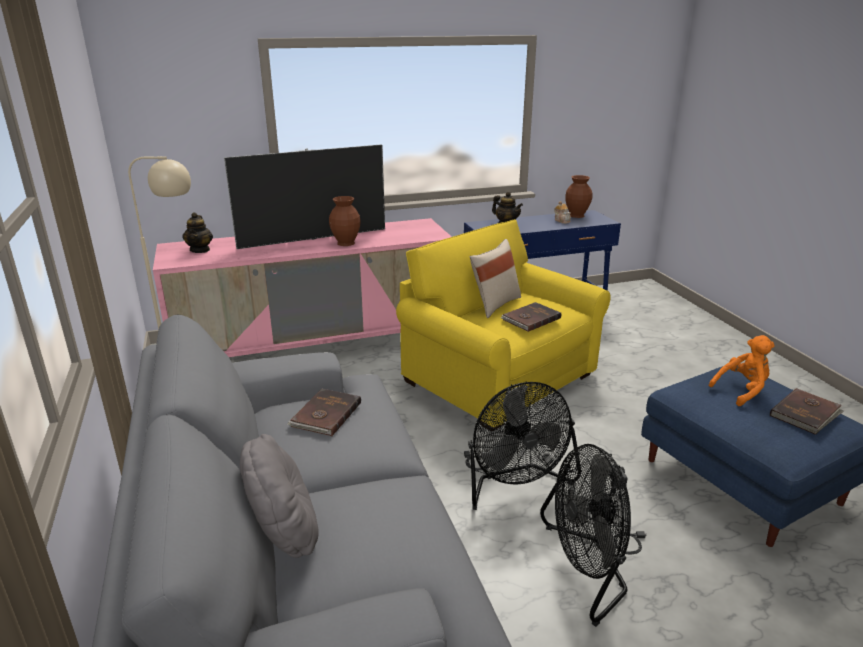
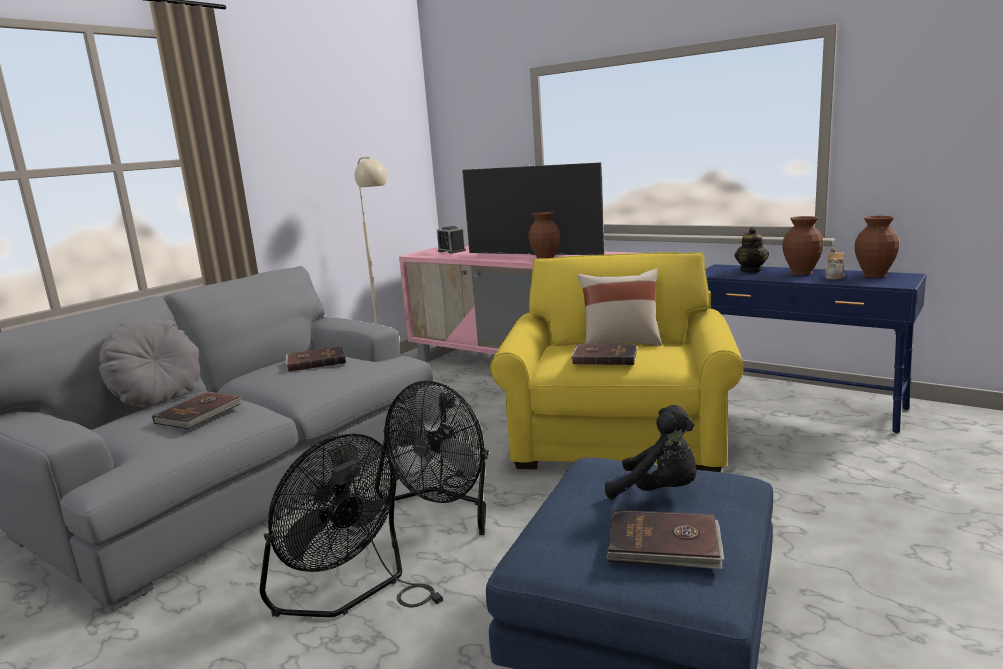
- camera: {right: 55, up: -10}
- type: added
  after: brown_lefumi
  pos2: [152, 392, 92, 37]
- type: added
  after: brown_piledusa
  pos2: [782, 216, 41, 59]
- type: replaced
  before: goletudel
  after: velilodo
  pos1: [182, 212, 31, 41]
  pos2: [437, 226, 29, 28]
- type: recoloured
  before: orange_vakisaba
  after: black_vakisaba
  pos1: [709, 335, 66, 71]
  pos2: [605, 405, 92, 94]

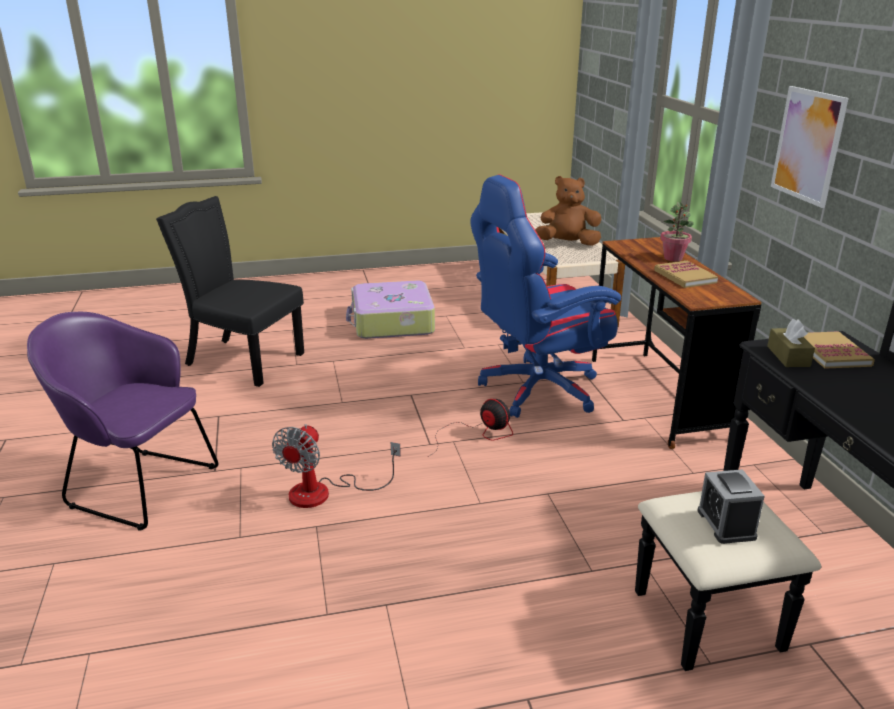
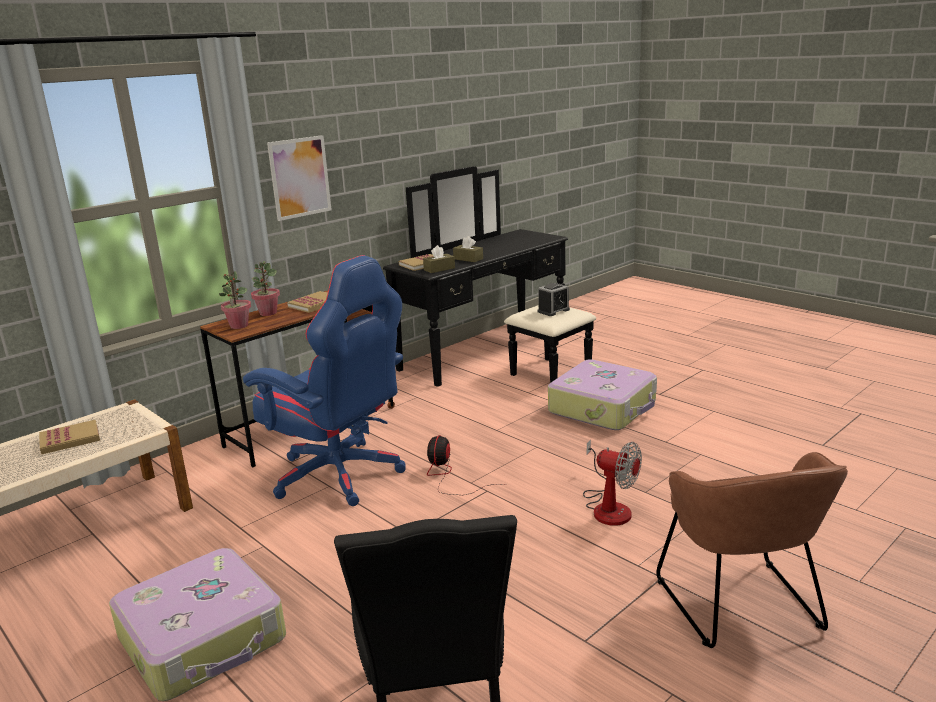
- camera: {right: -120, up: -5}
- type: added
  after: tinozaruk
  pos2: [219, 271, 32, 58]
- type: added
  after: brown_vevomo
  pos2: [453, 236, 30, 26]
- type: added
  after: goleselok
  pos2: [548, 359, 109, 71]
- type: replaced
  before: brown_vakisaba
  after: lefumi
  pos1: [535, 176, 67, 70]
  pos2: [39, 420, 61, 34]
- type: recoloured
  before: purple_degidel
  after: brown_degidel
  pos1: [27, 312, 191, 219]
  pos2: [656, 452, 192, 196]
- type: turned
  before: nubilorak
  pos1: [272, 424, 129, 84]
  pos2: [583, 439, 59, 87]
  turn: 45

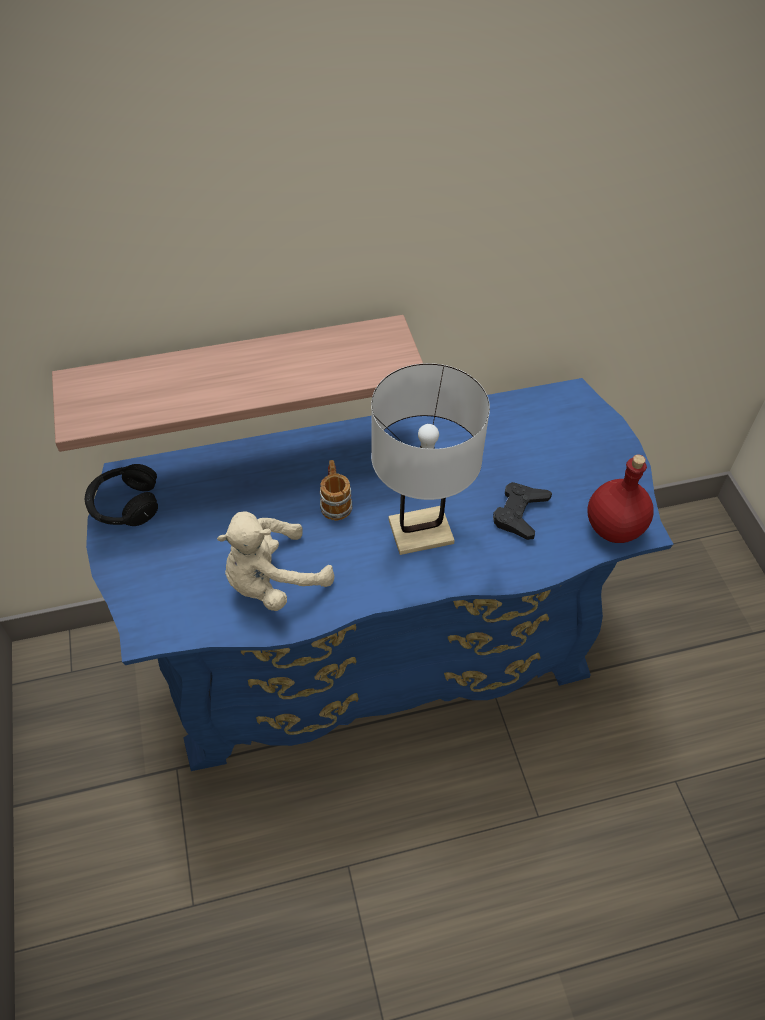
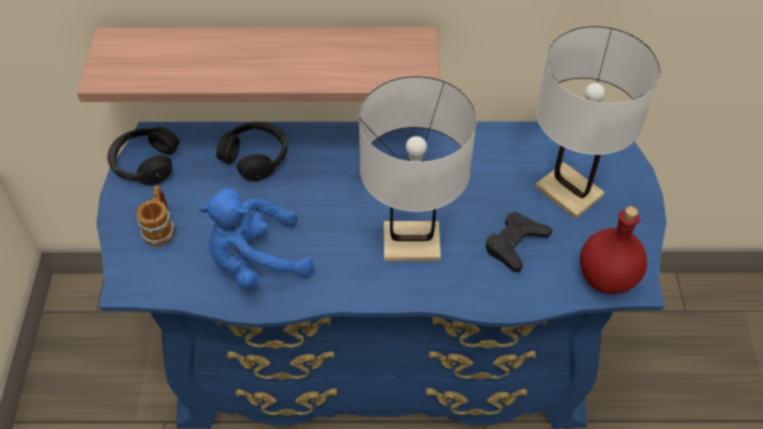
- camera: {right: 15, up: 0}
- type: added
  after: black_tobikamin
  pos2: [216, 122, 72, 59]
- type: added
  after: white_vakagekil
  pos2: [535, 26, 125, 193]
- type: moved
  before: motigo
  pos1: [320, 460, 32, 61]
  pos2: [136, 186, 39, 61]
- type: recoloured
  before: beige_vakisaba
  after: blue_vakisaba
  pos1: [217, 511, 117, 100]
  pos2: [199, 188, 115, 101]

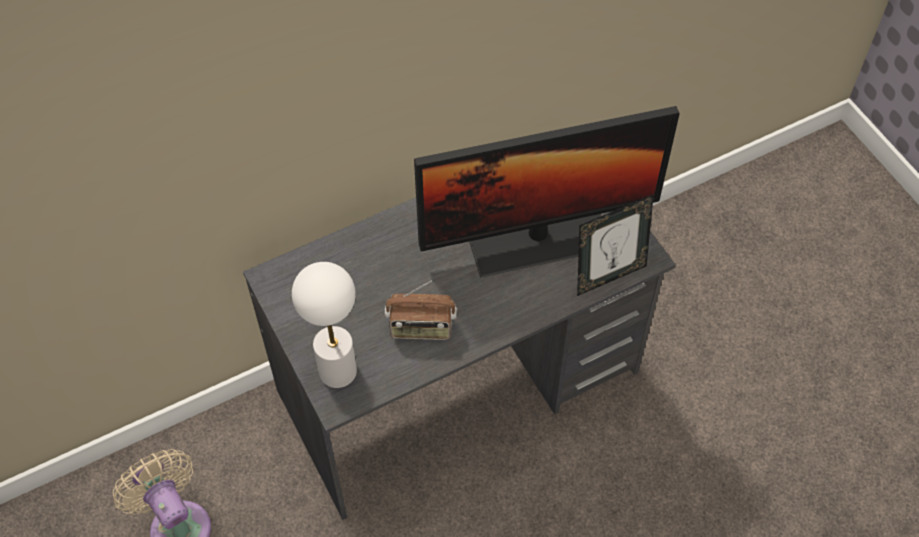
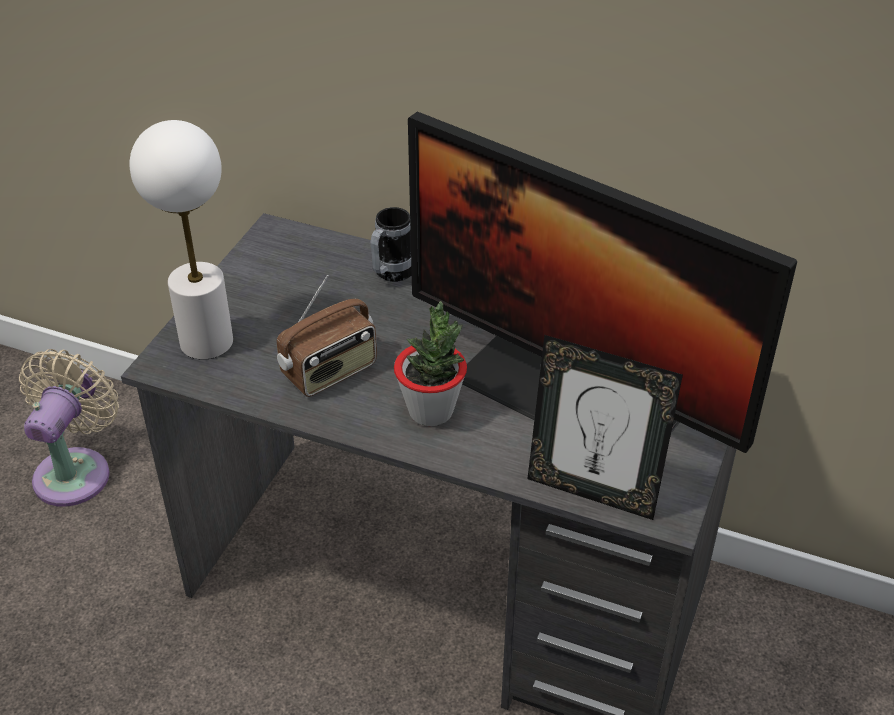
- camera: {right: 50, up: -15}
- type: added
  after: motigo
  pos2: [370, 207, 42, 75]
- type: added
  after: tinozaruk
  pos2: [394, 301, 73, 125]
- type: turned
  before: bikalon
  pos1: [385, 280, 72, 60]
  pos2: [277, 275, 100, 122]
  turn: -90

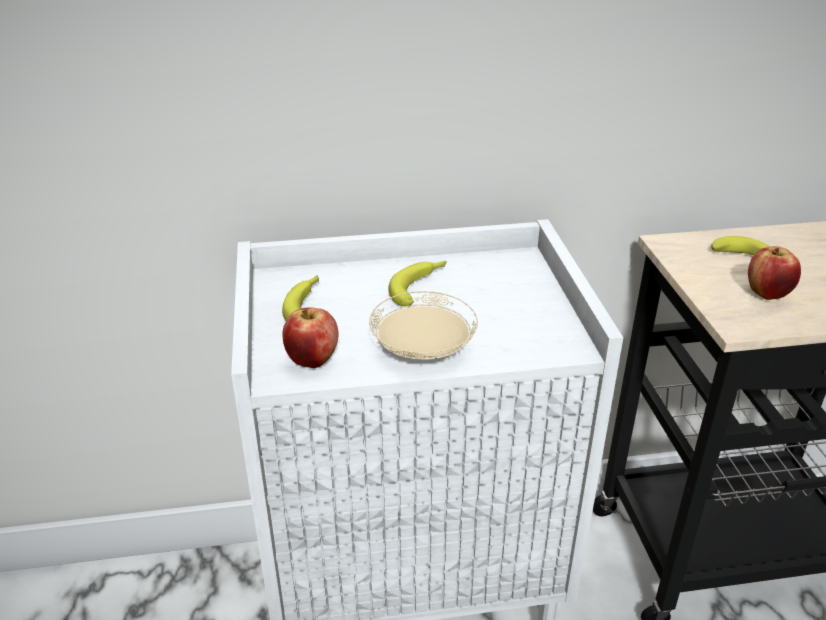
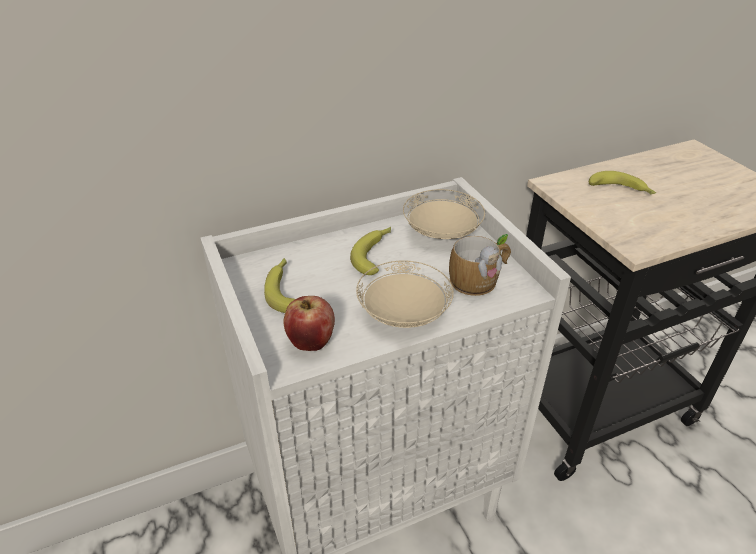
- camera: {right: -15, up: 5}
- type: removed
  before: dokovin
  pos1: [748, 246, 53, 54]
- type: added
  after: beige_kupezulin
  pos2: [403, 189, 82, 50]
- type: added
  after: motigo
  pos2: [449, 234, 62, 62]

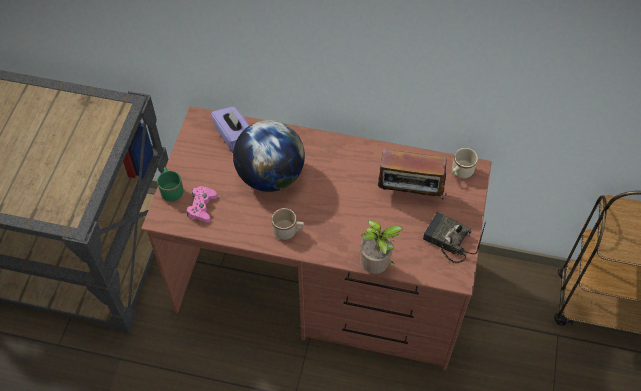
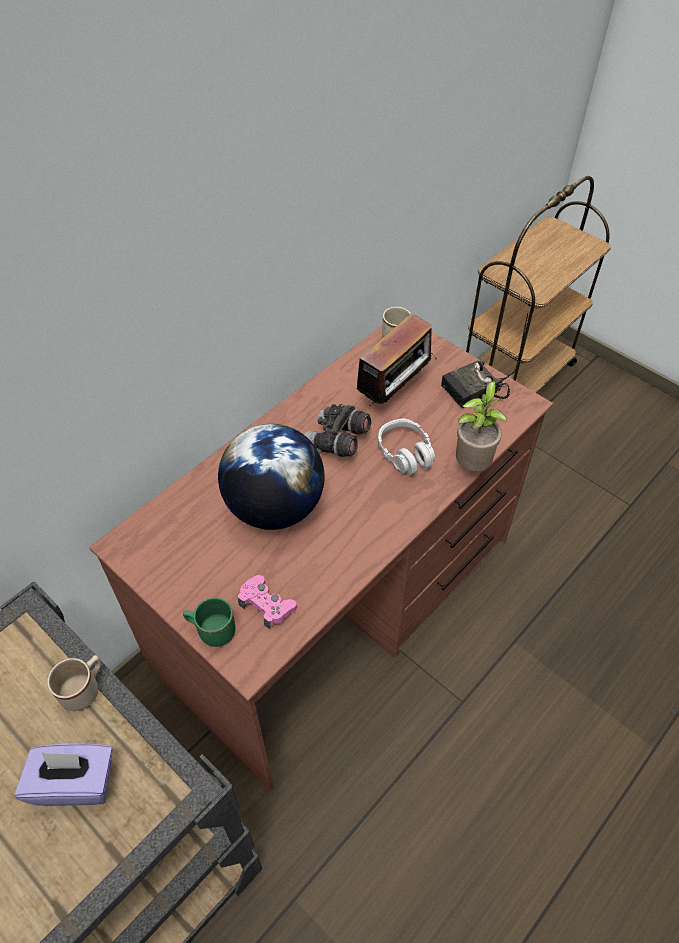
- camera: {right: -60, up: -5}
- type: added
  after: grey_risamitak
  pos2: [305, 404, 66, 53]
- type: added
  after: grey_tobikamin
  pos2: [378, 419, 57, 56]
- type: moved
  before: purple_vevomo
  pos1: [210, 106, 39, 45]
  pos2: [15, 744, 98, 62]
- type: moved
  before: beige_motigo
  pos1: [272, 208, 32, 32]
  pos2: [47, 655, 54, 56]

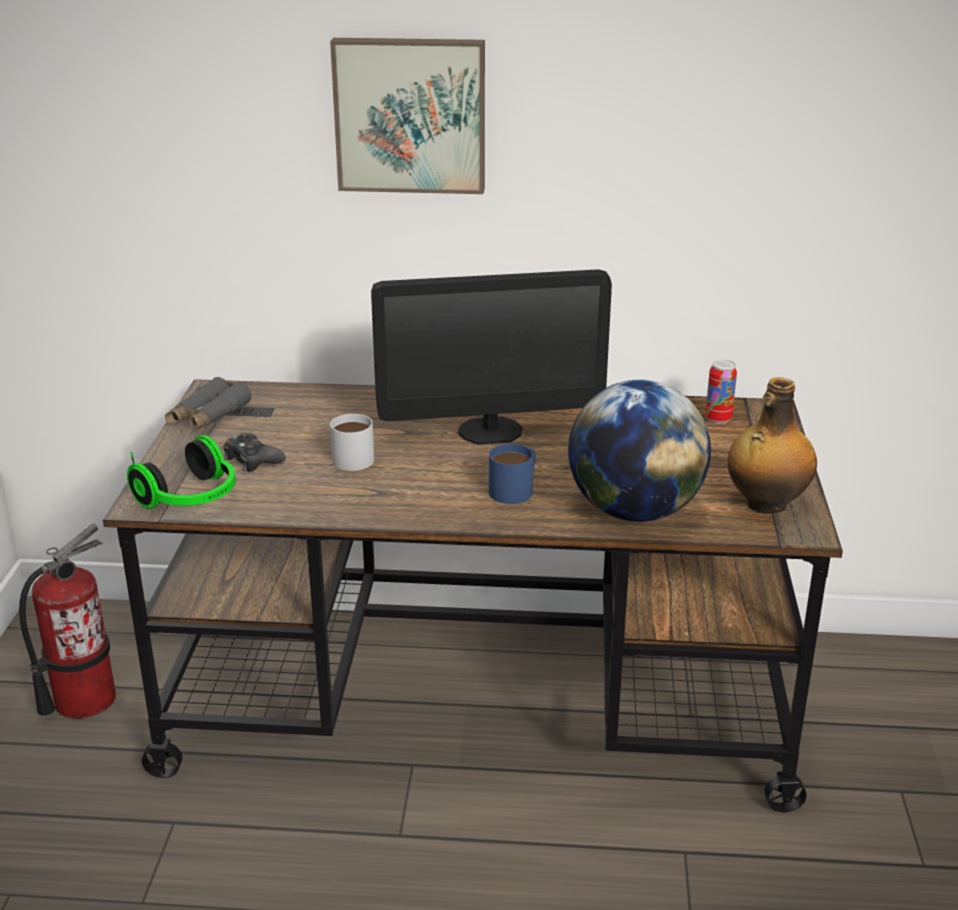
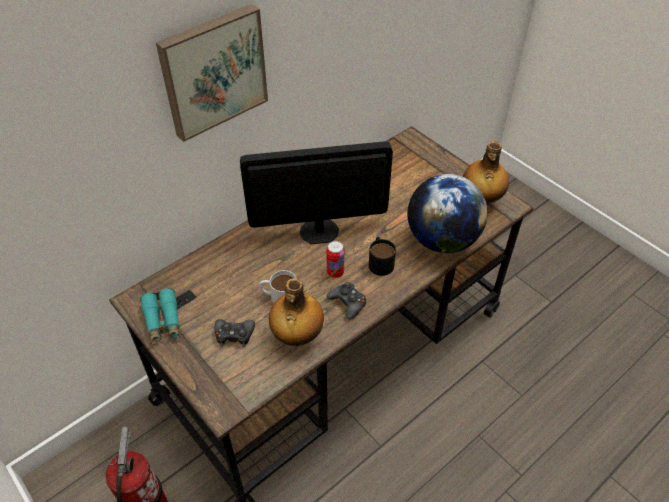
- camera: {right: -45, up: 20}
- type: removed
  before: tobikamin
  pos1: [127, 435, 109, 74]
- type: added
  after: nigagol
  pos2: [269, 278, 55, 68]
- type: added
  after: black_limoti
  pos2: [326, 282, 40, 38]
- type: moved
  before: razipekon
  pos1: [705, 359, 32, 65]
  pos2: [326, 241, 19, 37]
- type: recoloured
  before: grey_risamitak
  after: turquoise_risamitak
  pos1: [165, 377, 86, 53]
  pos2: [140, 288, 40, 57]
- type: recoloured
  before: blue_motigo
  after: black_motigo
  pos1: [489, 444, 46, 60]
  pos2: [369, 237, 27, 39]
- type: turned
  before: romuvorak
  pos1: [371, 269, 241, 176]
  pos2: [240, 141, 153, 103]
  turn: -135

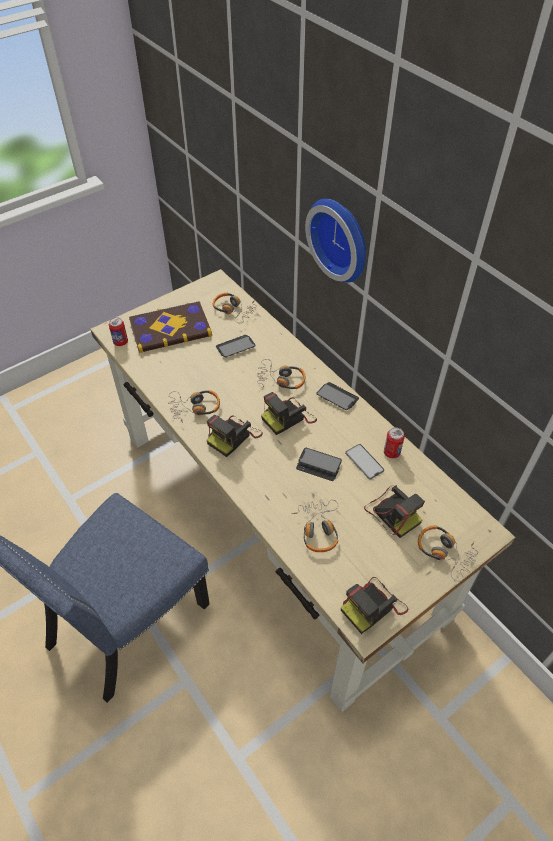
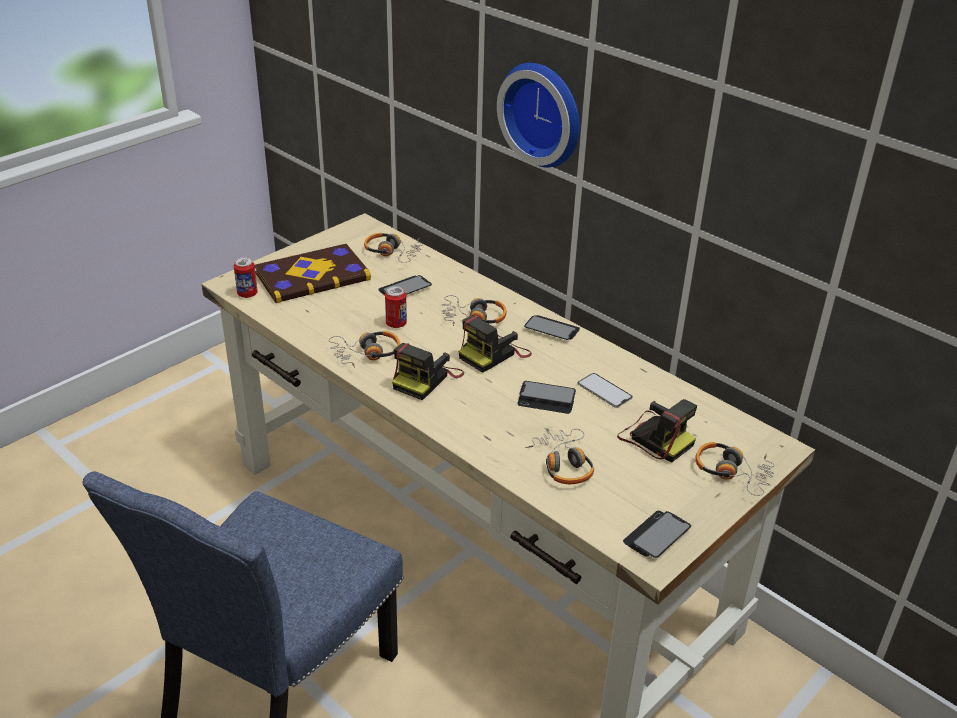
- camera: {right: -10, up: -15}
- type: moved
  before: razipekon
  pos1: [384, 427, 21, 31]
  pos2: [385, 286, 22, 42]
- type: replaced
  before: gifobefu
  after: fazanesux
  pos1: [341, 577, 67, 57]
  pos2: [623, 511, 68, 47]

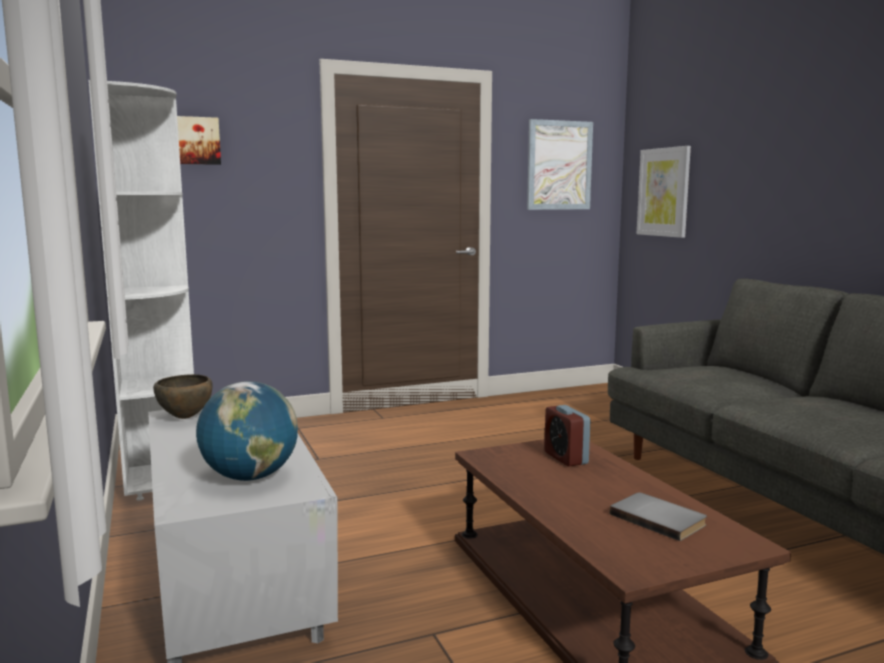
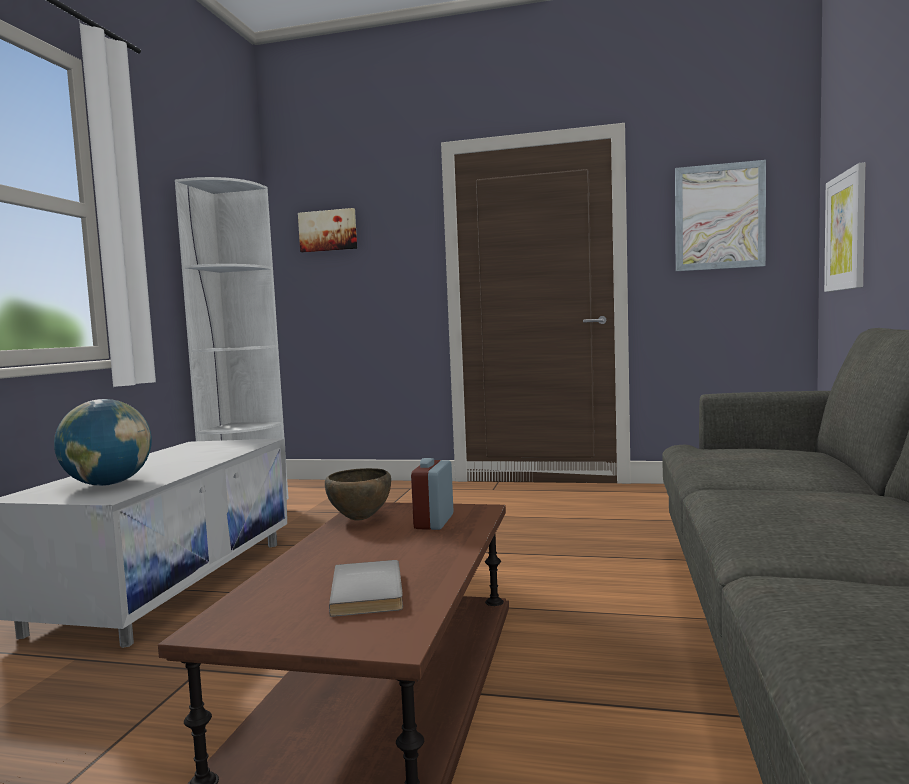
- camera: {right: 35, up: -5}
- type: moved
  before: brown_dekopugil
  pos1: [153, 374, 60, 45]
  pos2: [325, 468, 66, 53]

